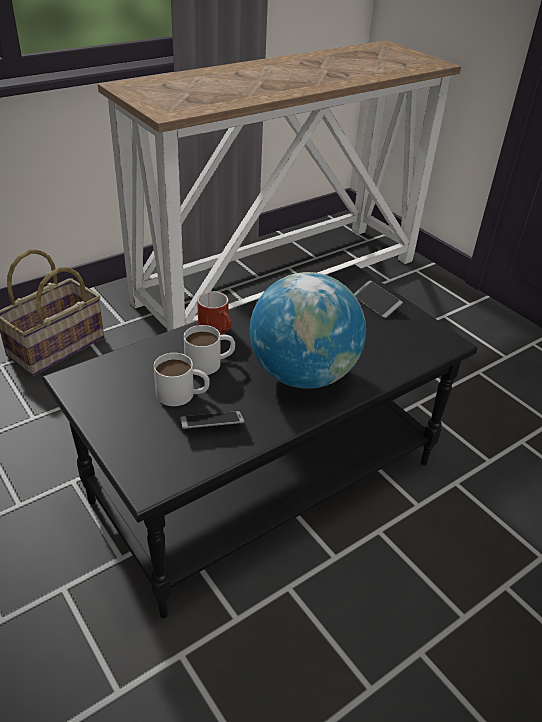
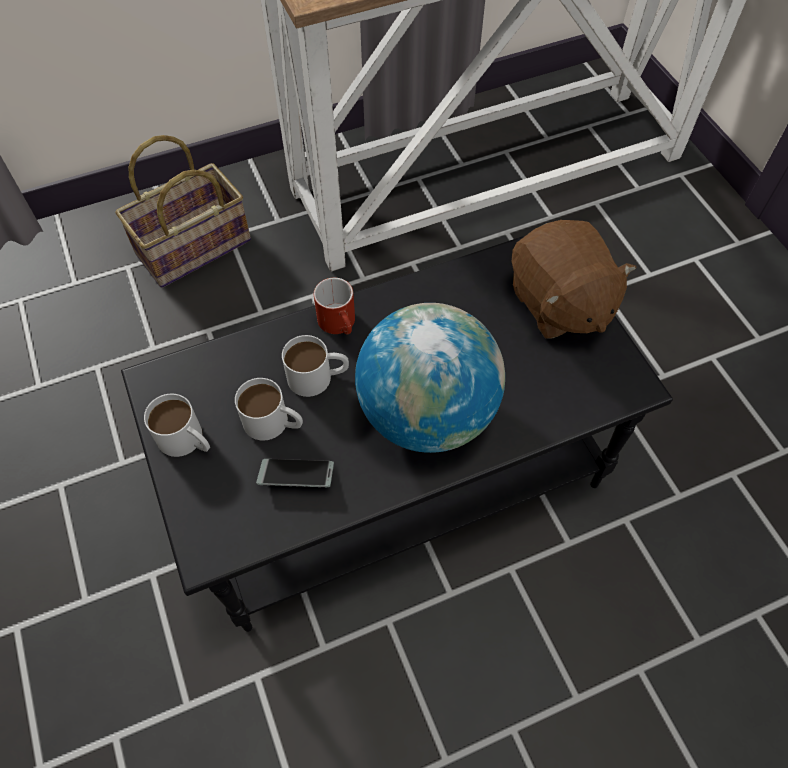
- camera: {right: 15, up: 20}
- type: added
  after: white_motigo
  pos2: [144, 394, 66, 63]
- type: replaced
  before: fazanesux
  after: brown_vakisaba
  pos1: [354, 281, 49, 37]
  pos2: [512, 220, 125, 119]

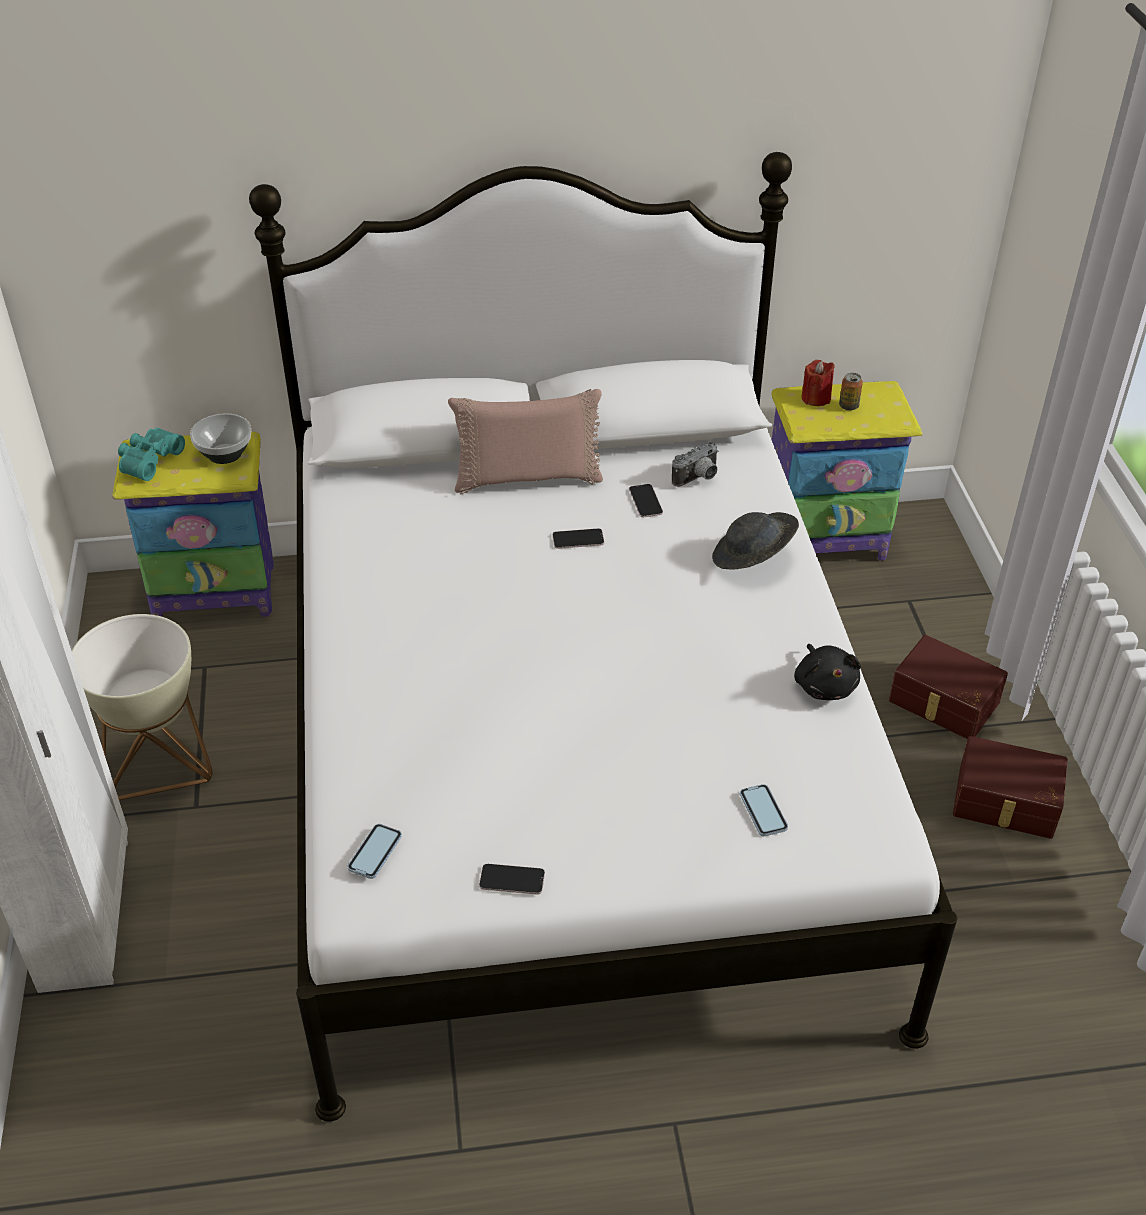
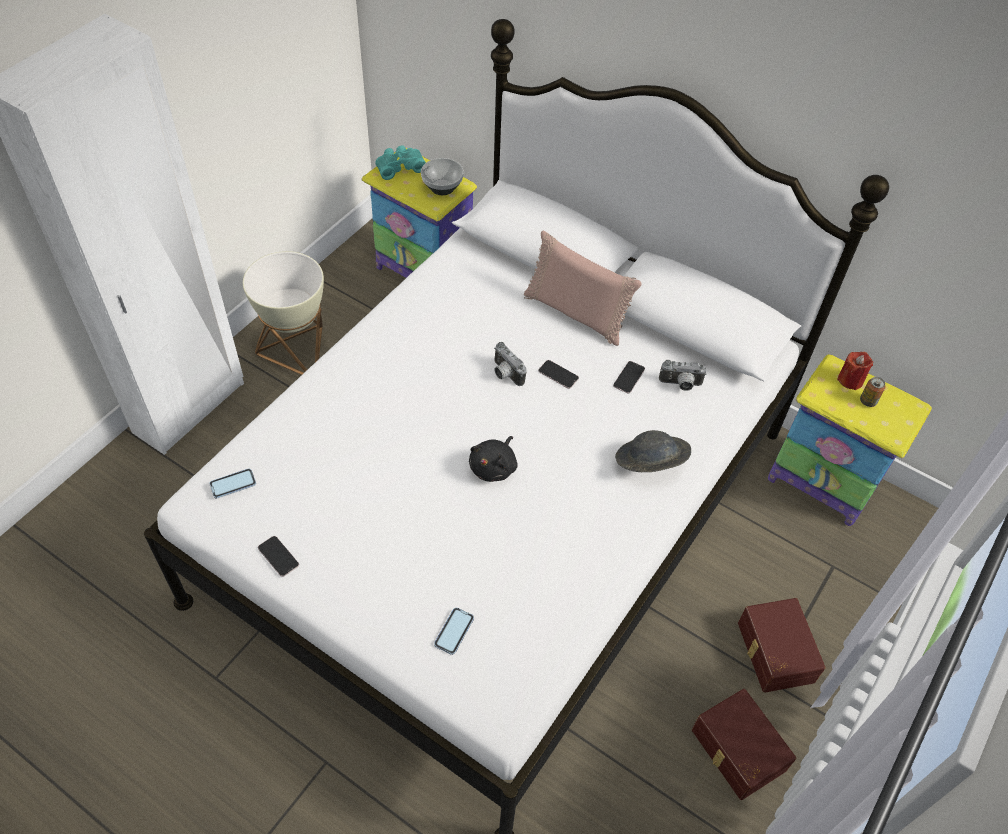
- camera: {right: 40, up: 10}
- type: added
  after: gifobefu
  pos2: [494, 342, 33, 44]
- type: moved
  before: black_vakisaba
  pos1: [794, 644, 67, 56]
  pos2: [469, 436, 49, 46]

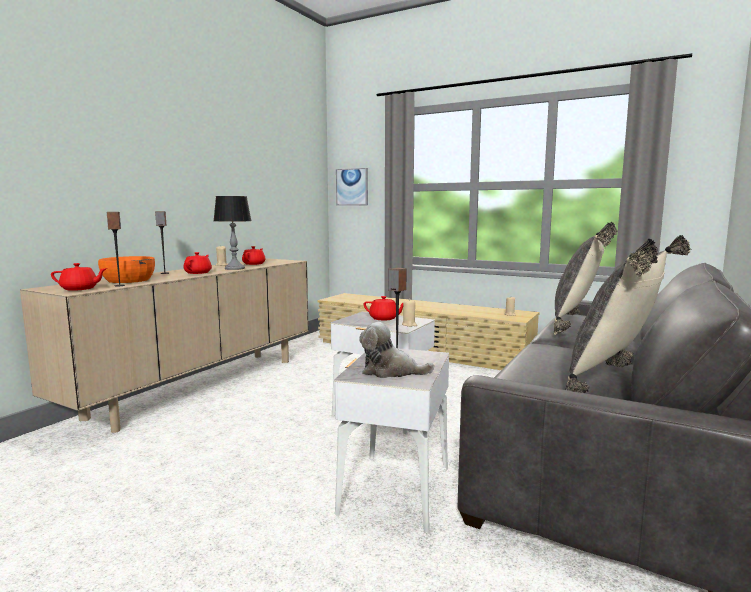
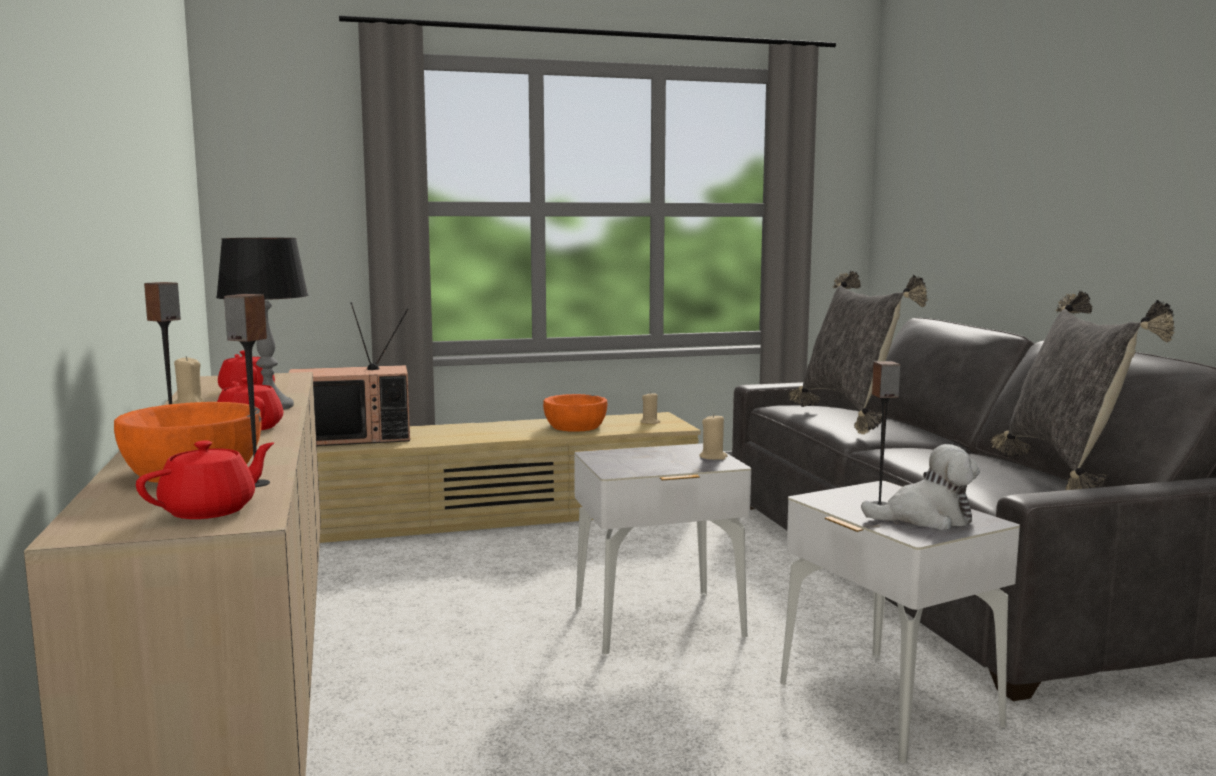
- camera: {right: -45, up: 0}
- type: removed
  before: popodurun
  pos1: [336, 168, 32, 37]
- type: removed
  before: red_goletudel
  pos1: [364, 296, 39, 24]
- type: added
  after: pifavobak
  pos2: [288, 302, 122, 144]
- type: added
  after: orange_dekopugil
  pos2: [543, 394, 64, 38]
- type: turned
  before: vakisaba
  pos1: [359, 322, 75, 56]
  pos2: [861, 444, 119, 86]
  turn: -150

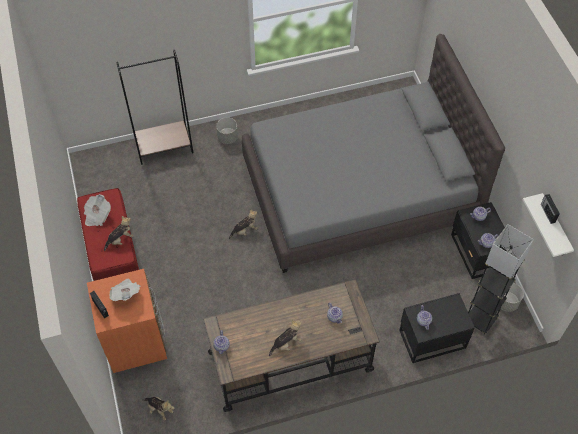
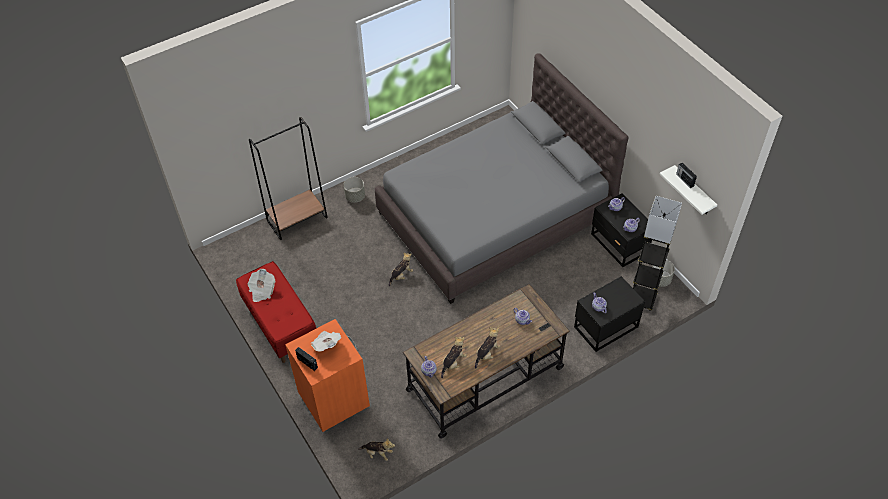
- camera: {right: -15, up: -5}
- type: moved
  before: vakisaba
  pos1: [104, 216, 30, 35]
  pos2: [441, 337, 26, 41]

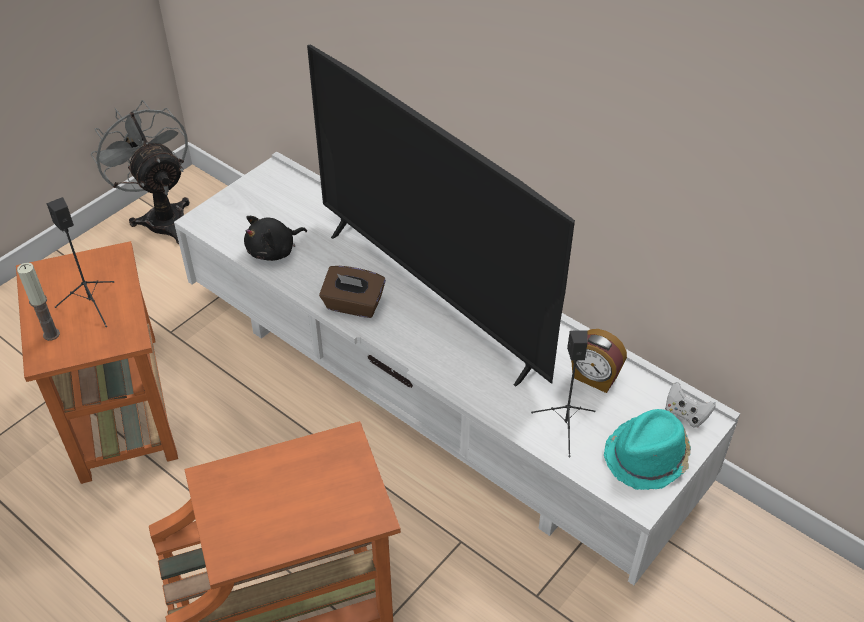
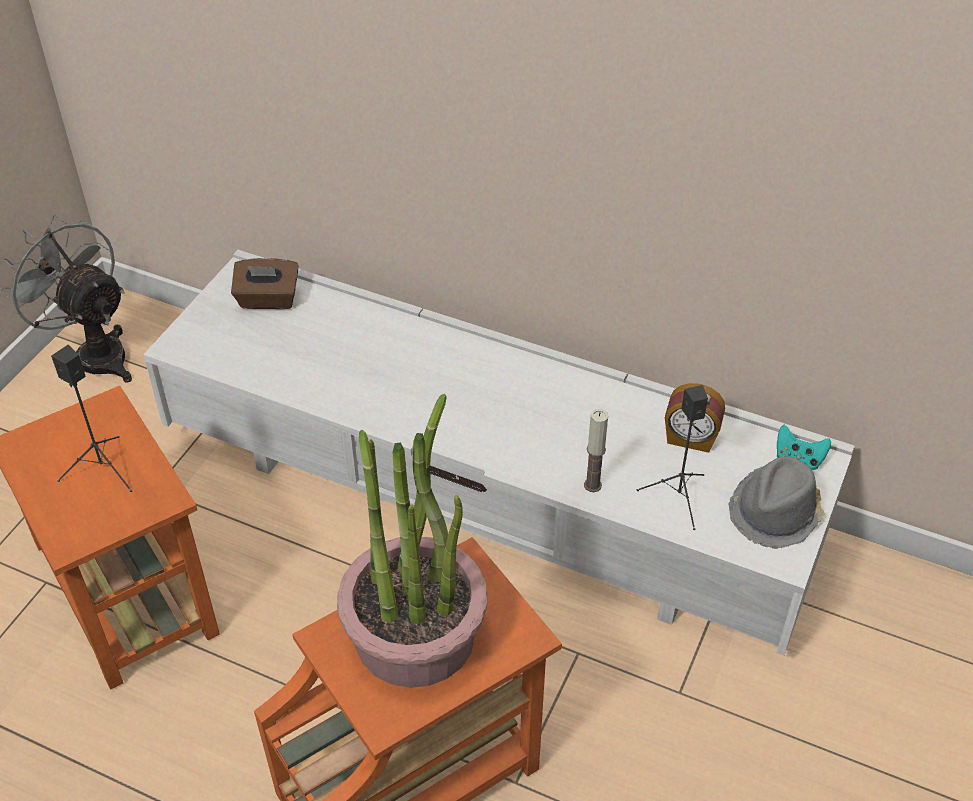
- camera: {right: -15, up: 0}
- type: removed
  before: black_vakisaba
  pos1: [244, 216, 63, 45]
- type: removed
  before: pifavobak
  pos1: [307, 44, 268, 343]
- type: added
  after: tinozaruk
  pos2: [337, 394, 151, 294]
- type: moved
  before: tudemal
  pos1: [17, 263, 43, 78]
  pos2: [584, 409, 24, 83]
- type: moved
  before: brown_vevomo
  pos1: [319, 266, 67, 52]
  pos2: [231, 258, 68, 51]
- type: recoloured
  before: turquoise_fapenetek
  after: grey_fapenetek
  pos1: [604, 409, 87, 81]
  pos2: [728, 456, 96, 93]
- type: recoloured
  before: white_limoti
  after: turquoise_limoti
  pos1: [665, 382, 51, 46]
  pos2: [777, 425, 54, 45]

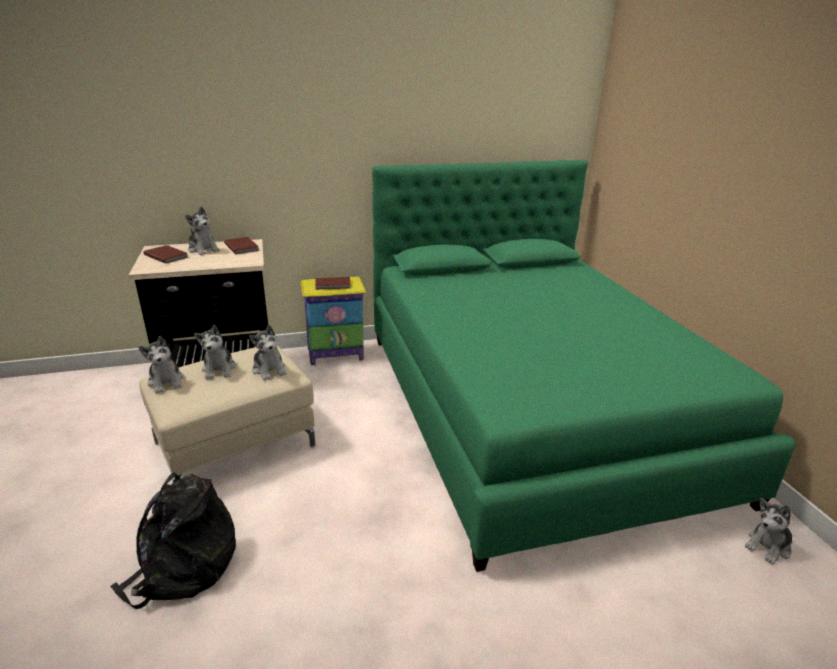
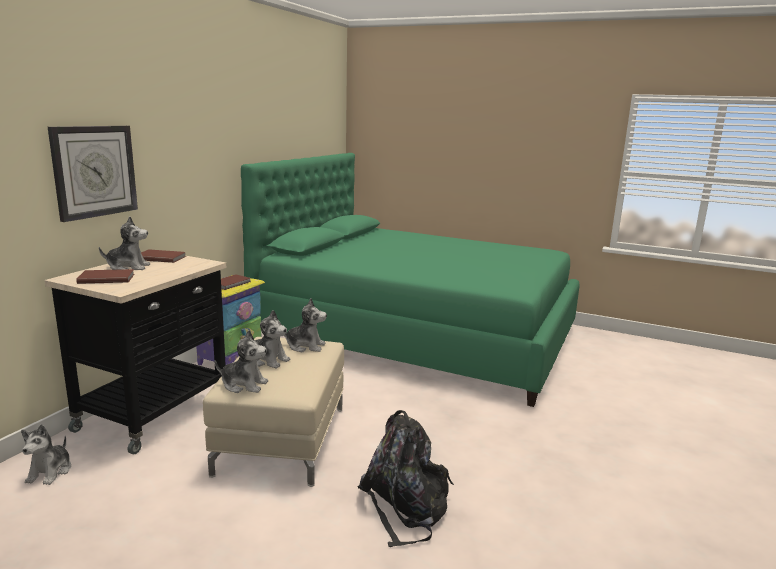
- camera: {right: -50, up: -10}
- type: added
  after: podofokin
  pos2: [48, 126, 90, 96]
- type: moved
  before: vakisaba
  pos1: [745, 498, 47, 67]
  pos2: [21, 424, 50, 61]

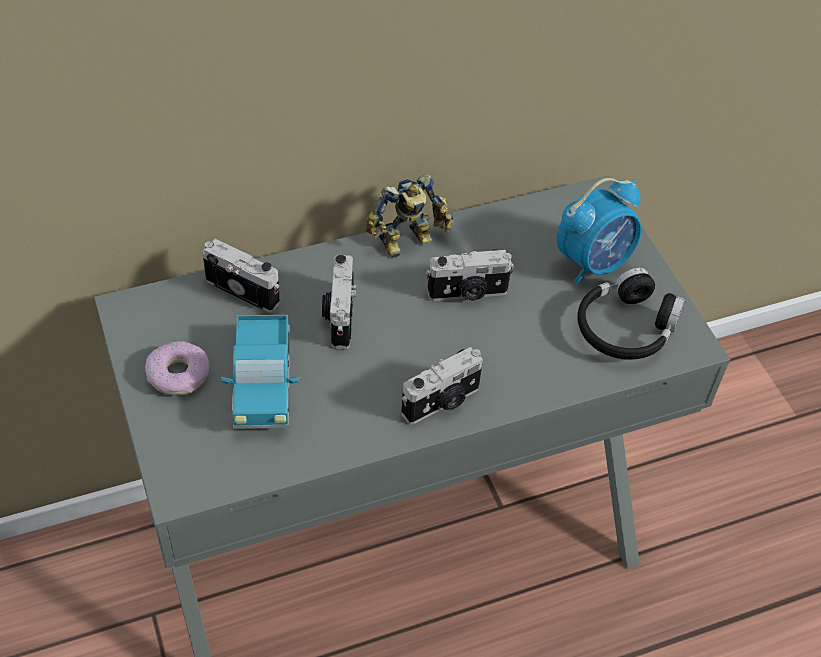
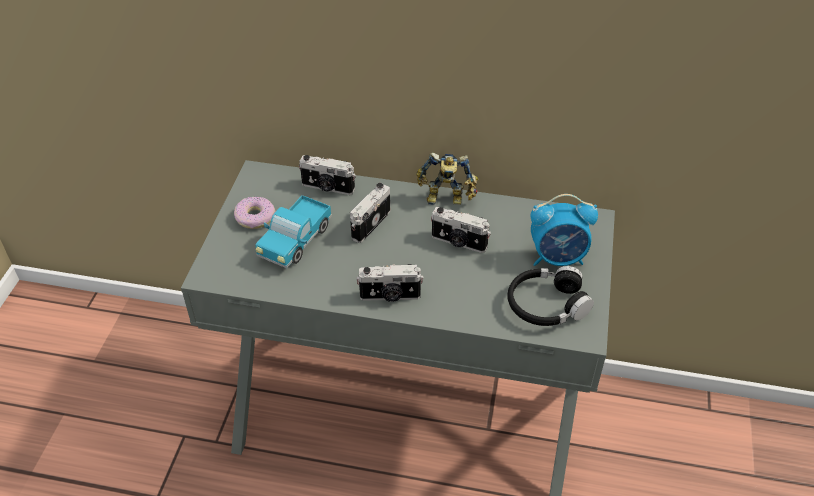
- camera: {right: 35, up: -5}
- type: turned
  before: gifobefu
  pos1: [202, 238, 78, 75]
  pos2: [299, 155, 56, 40]
  turn: 135

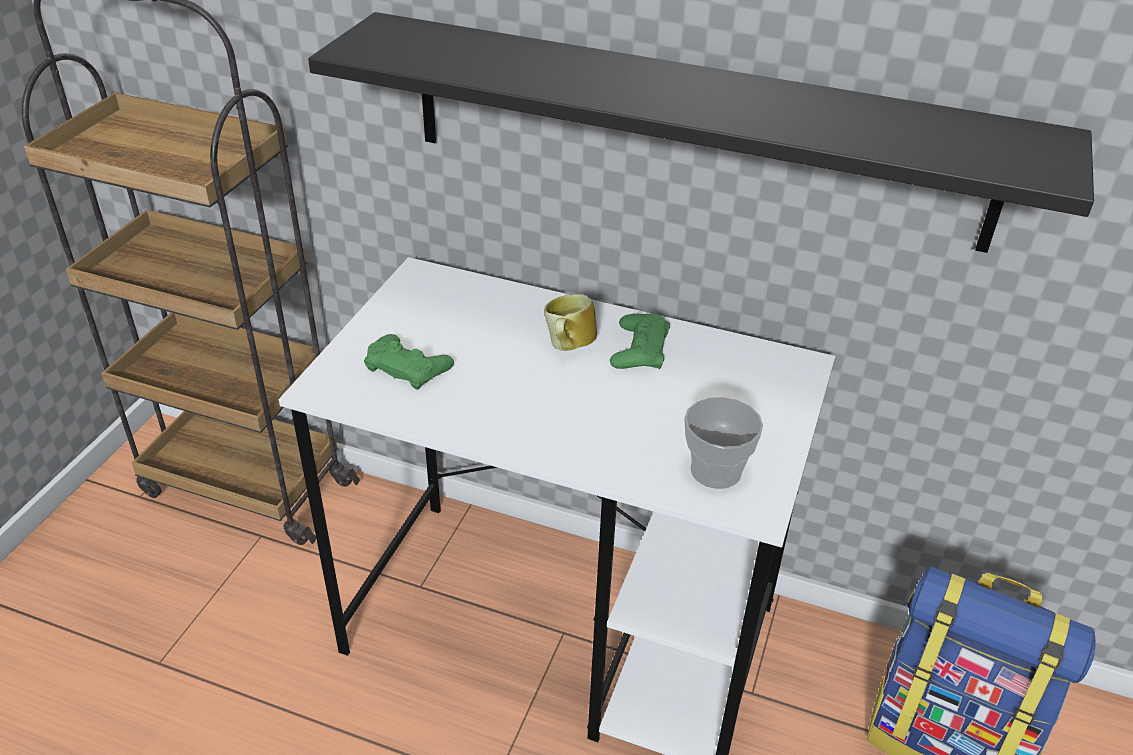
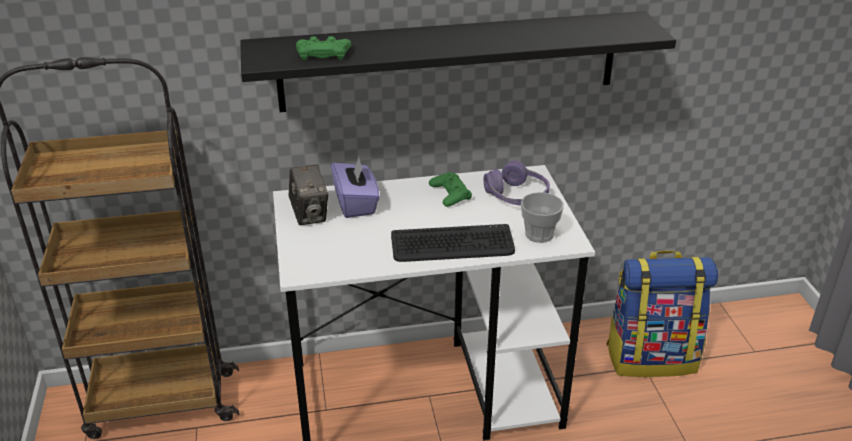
- camera: {right: -30, up: -5}
- type: removed
  before: motigo
  pos1: [544, 294, 53, 57]
- type: added
  after: gifobefu
  pos2: [289, 165, 39, 60]
- type: added
  after: purple_vevomo
  pos2: [331, 157, 49, 61]
- type: added
  after: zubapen
  pos2: [391, 224, 124, 38]
- type: added
  after: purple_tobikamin
  pos2: [483, 161, 67, 45]
- type: moved
  before: green_limoti
  pos1: [364, 334, 90, 56]
  pos2: [296, 36, 56, 24]

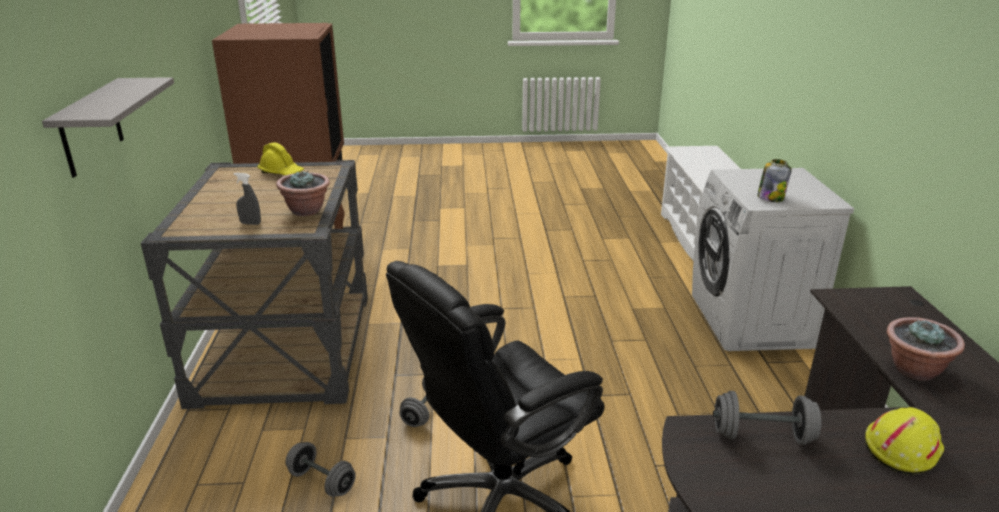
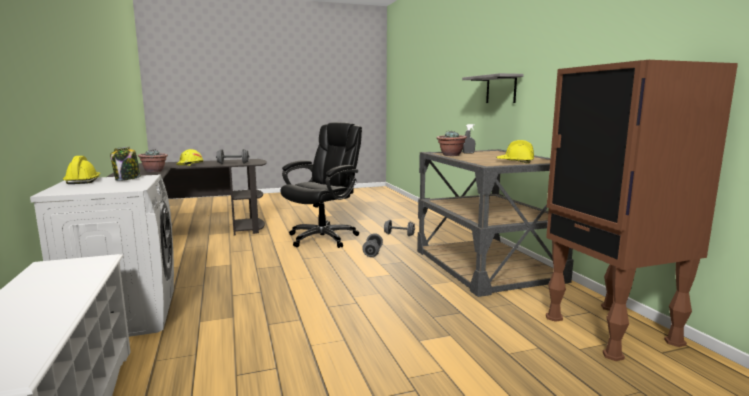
- camera: {right: 165, up: -15}
- type: added
  after: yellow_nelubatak
  pos2: [63, 156, 38, 28]

